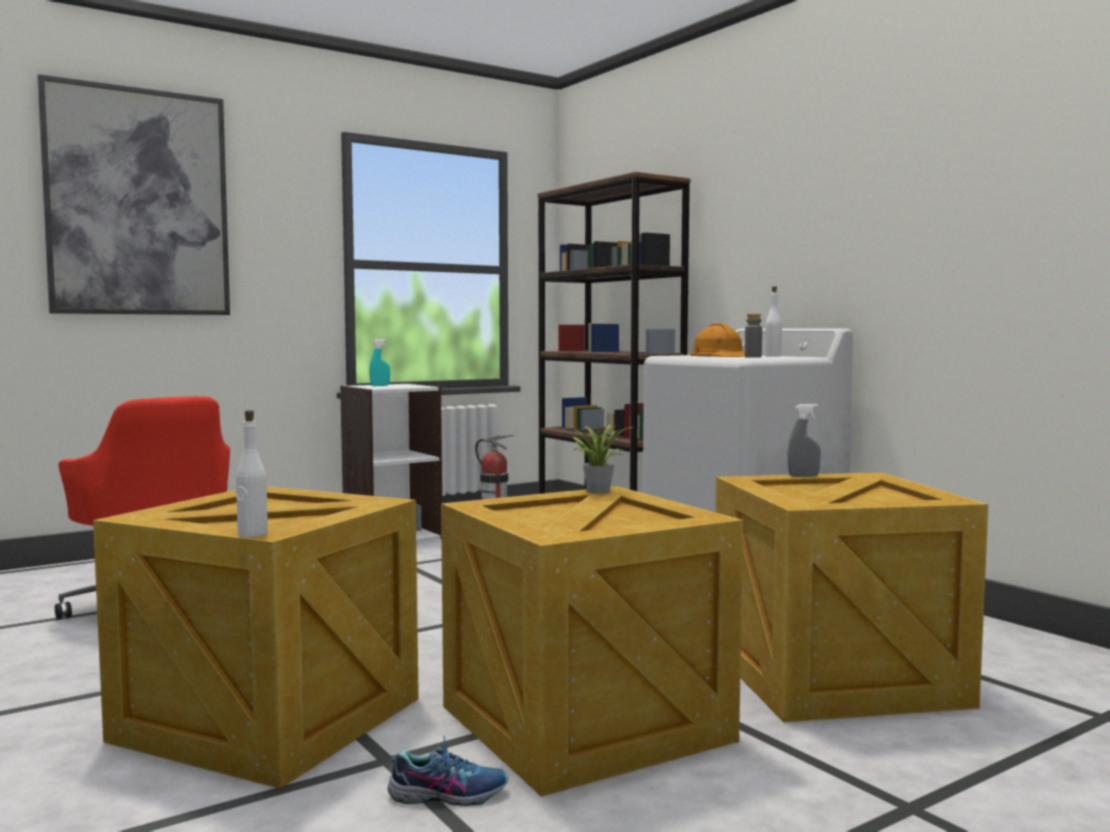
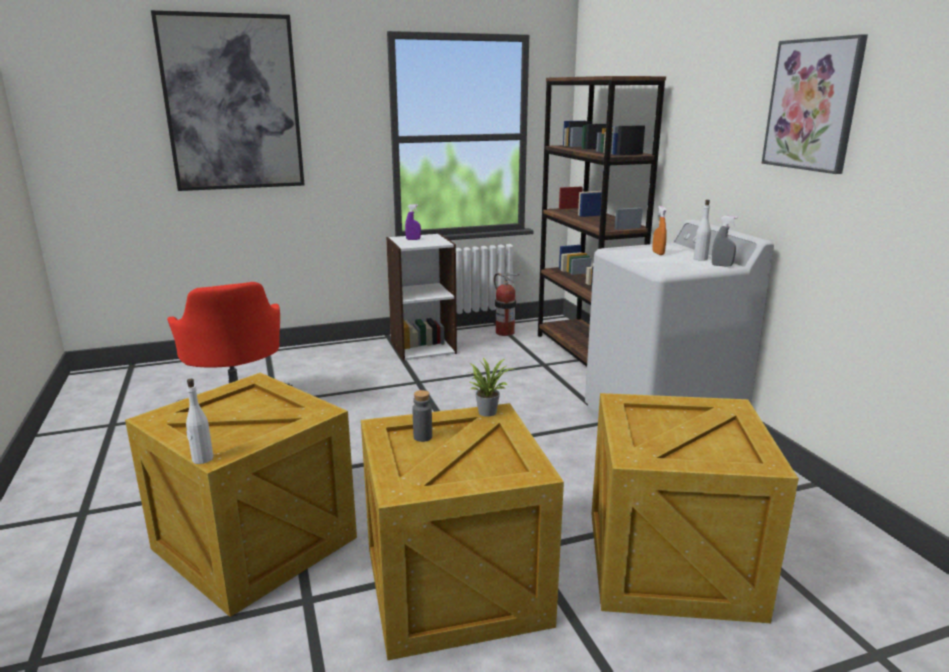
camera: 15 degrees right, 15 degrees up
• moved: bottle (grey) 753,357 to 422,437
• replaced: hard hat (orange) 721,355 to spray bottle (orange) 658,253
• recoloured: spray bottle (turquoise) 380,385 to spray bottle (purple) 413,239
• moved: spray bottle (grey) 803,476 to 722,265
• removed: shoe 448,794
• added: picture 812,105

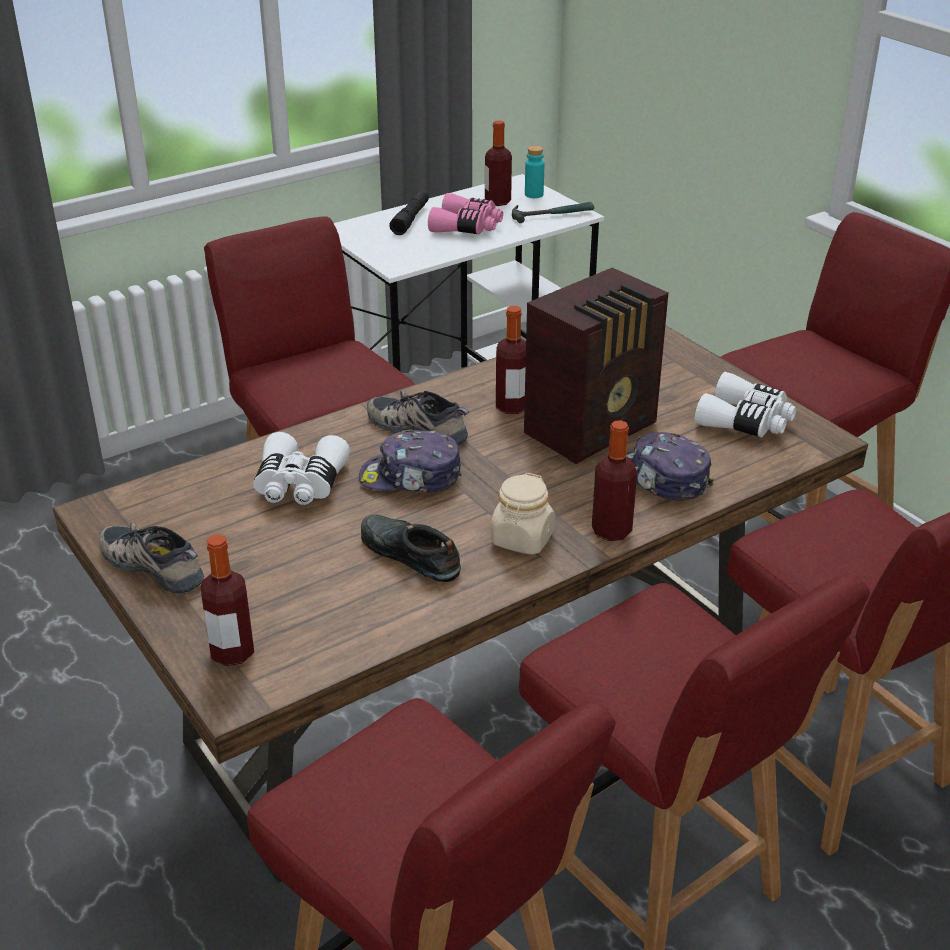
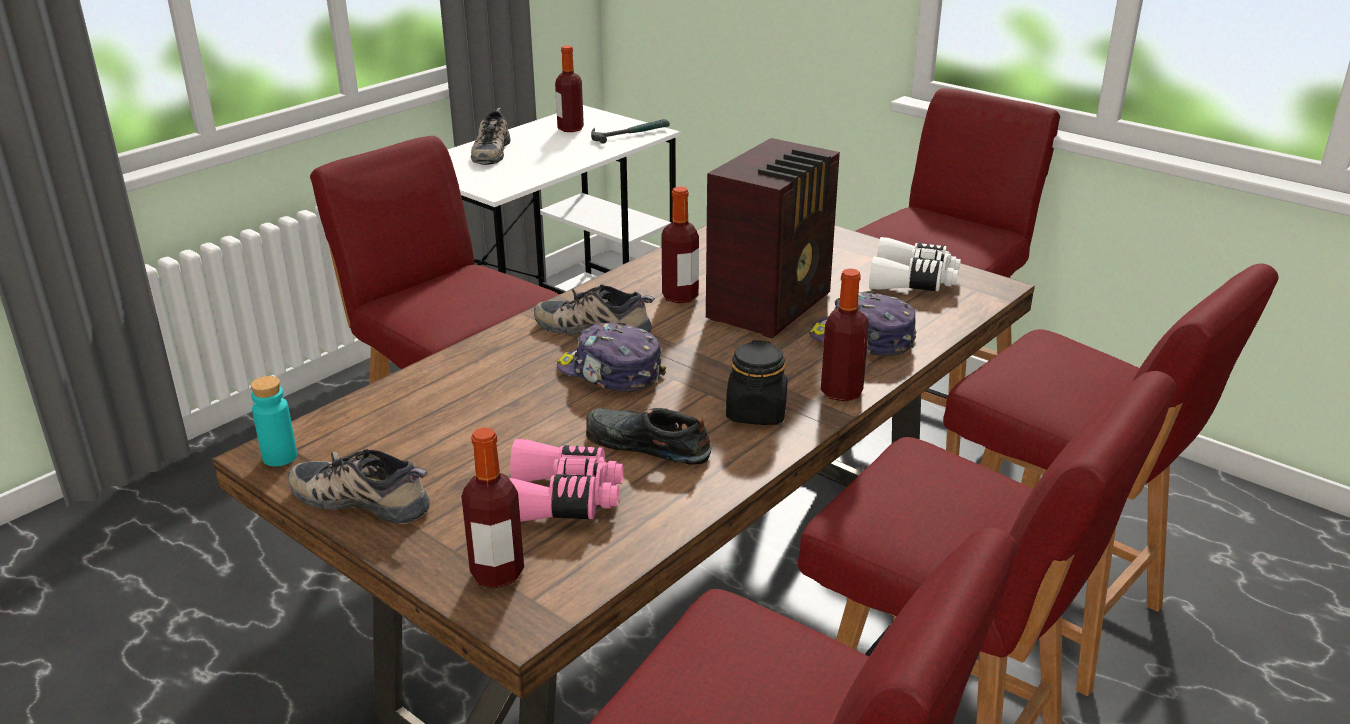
camera: 15 degrees left, 5 degrees down
• moved: bottle (turquoise) 534,195 to 280,457
• replaced: flashlight (black) 410,219 to shoe 490,151
• moved: binoculars (pink) 467,227 to 562,500
• turned: cap 411,477 = 610,373 45 degrees clockwise
• removed: binoculars (white) 299,484
• recoloured: jar (beige) 522,539 to jar (black) 756,412

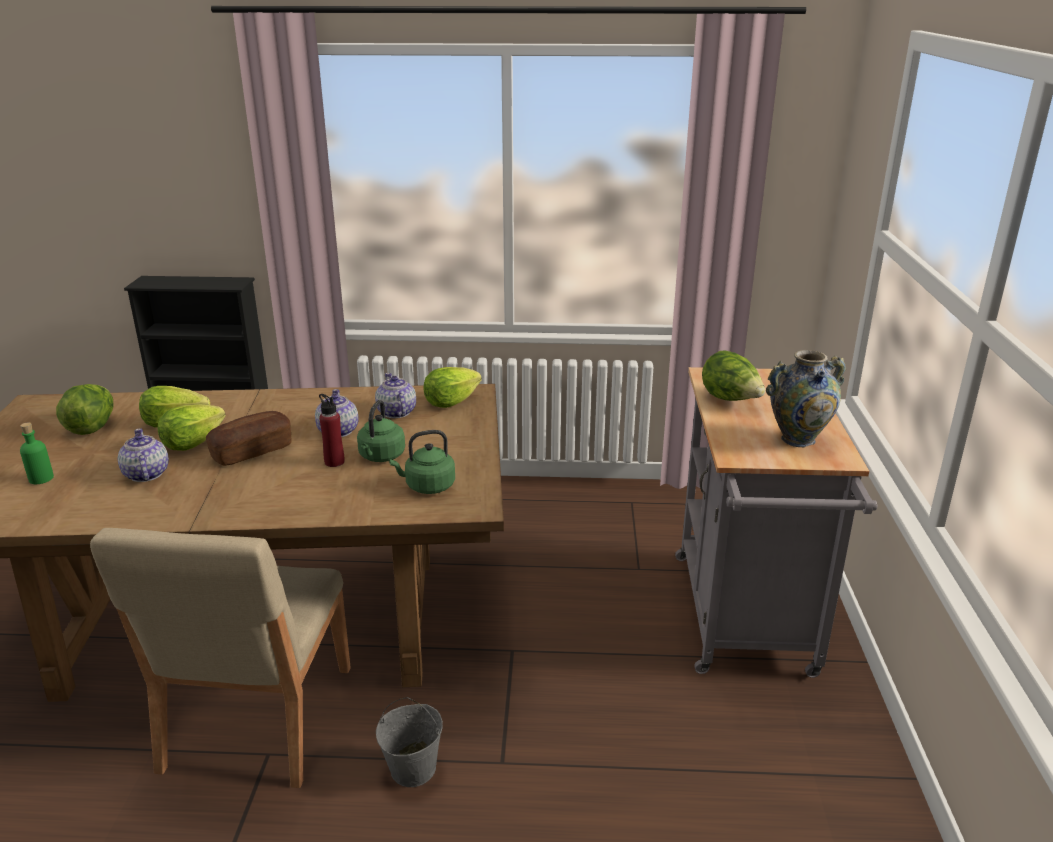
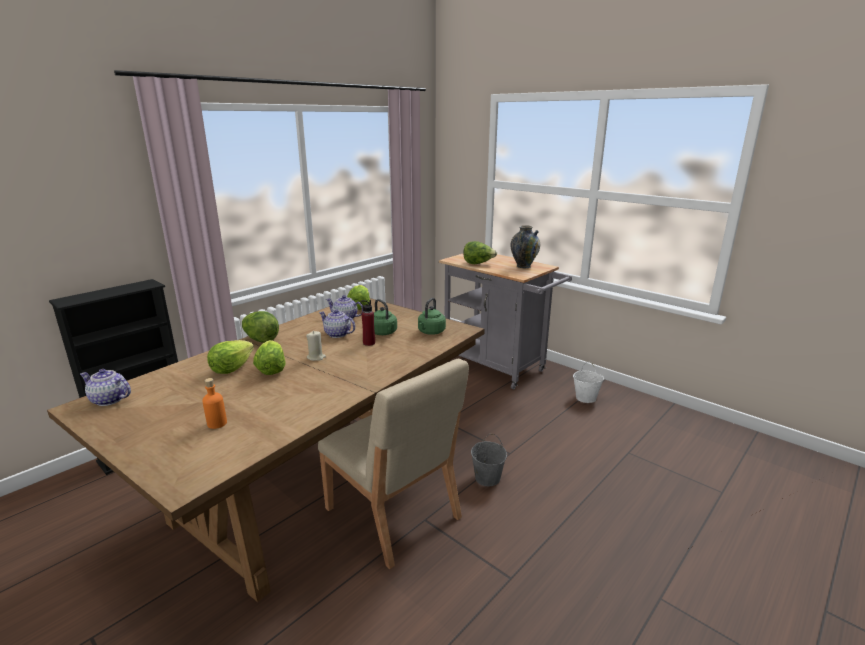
camera: 50 degrees left, 5 degrees down
• moved: lettuce 92,427 to 260,340
• replaced: bread 252,451 to candle (beige) 316,357
• recoloured: bottle (green) 41,478 to bottle (orange) 217,423
• moved: teapot 146,474 to 109,400
• added: bucket (white) 586,398

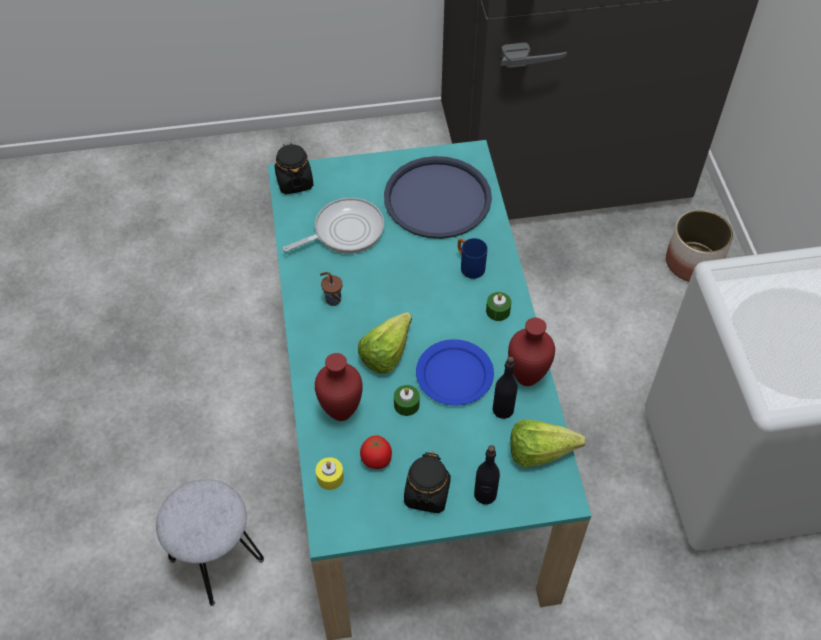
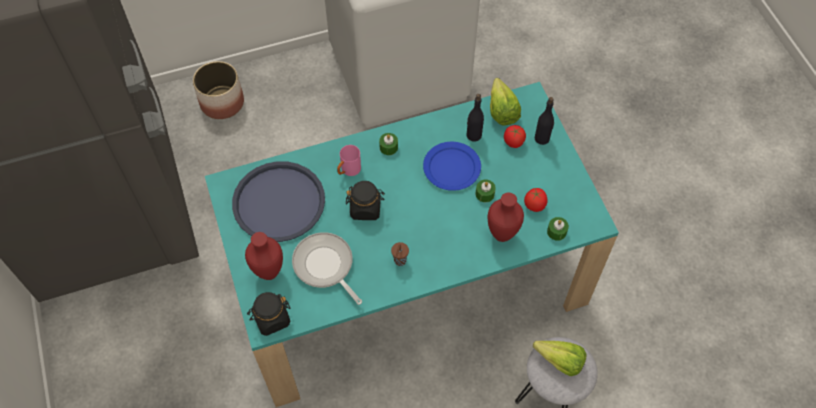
camera: 100 degrees left, 5 degrees up
• recoloured: mug (blue) 469,266 to mug (pink) 348,171
• moved: lettuce 390,350 to 556,359
• moved: vase (red) 526,376 to 268,273
• moved: jar (black) 427,494 to 365,208
• recoloured: candle (yellow) 330,477 to candle (green) 556,231
• added: tomato 513,142

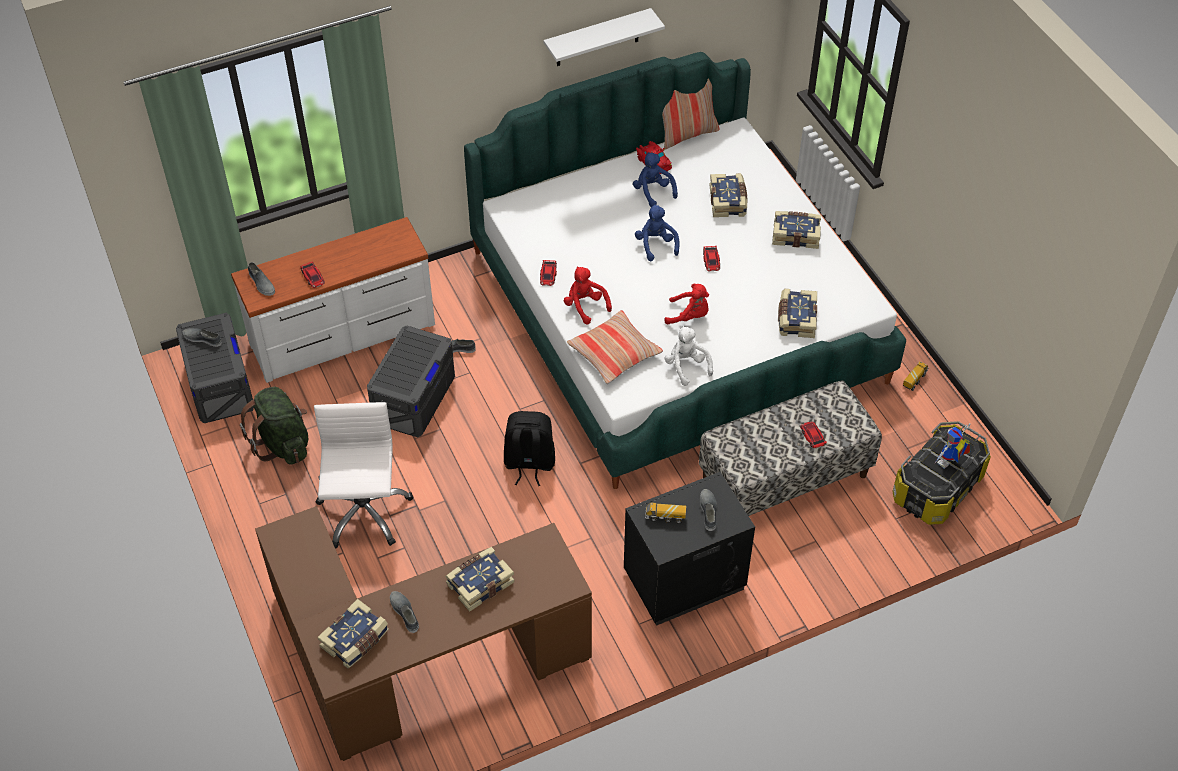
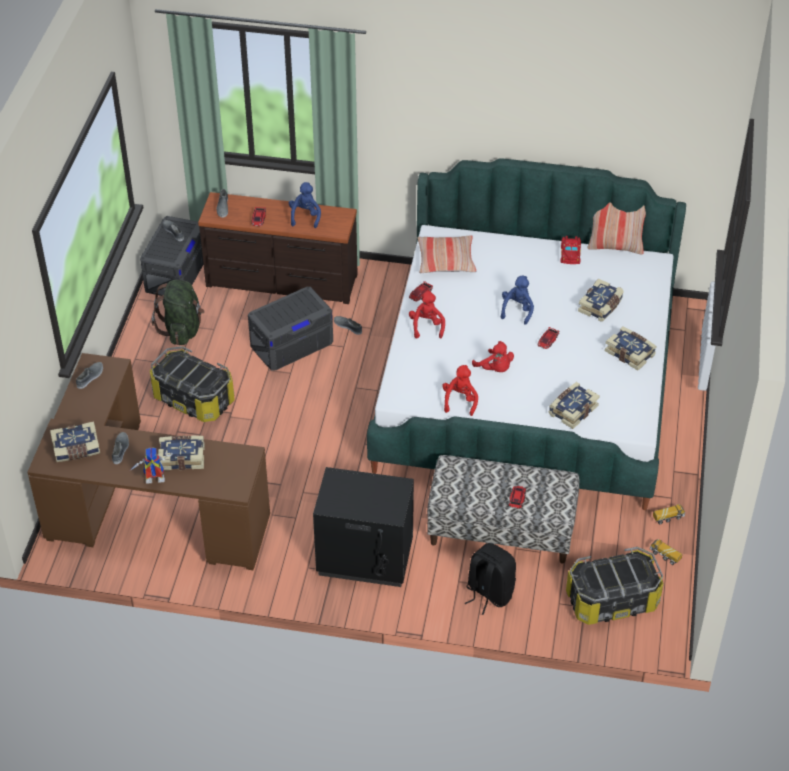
camera: 35 degrees right, 5 degrees down
• removed: shelf (white) 597,38
• moved: plush toy (blue) 653,191 to 305,216
• recoloured: dresser (white) 343,336 to dresser (brown) 281,281
• moved: pillow 614,353 to 446,260
• recoloured: plush toy (white) 686,366 to plush toy (red) 460,401
• replaced: office chair (white) 363,512 to storage box 194,398
• moved: backpack (black) 529,463 to 488,593
• moved: toy robot 948,464 to 153,482
• moved: shoe (grey) 708,511 to 90,377
• moved: toy truck 665,517 to 664,555

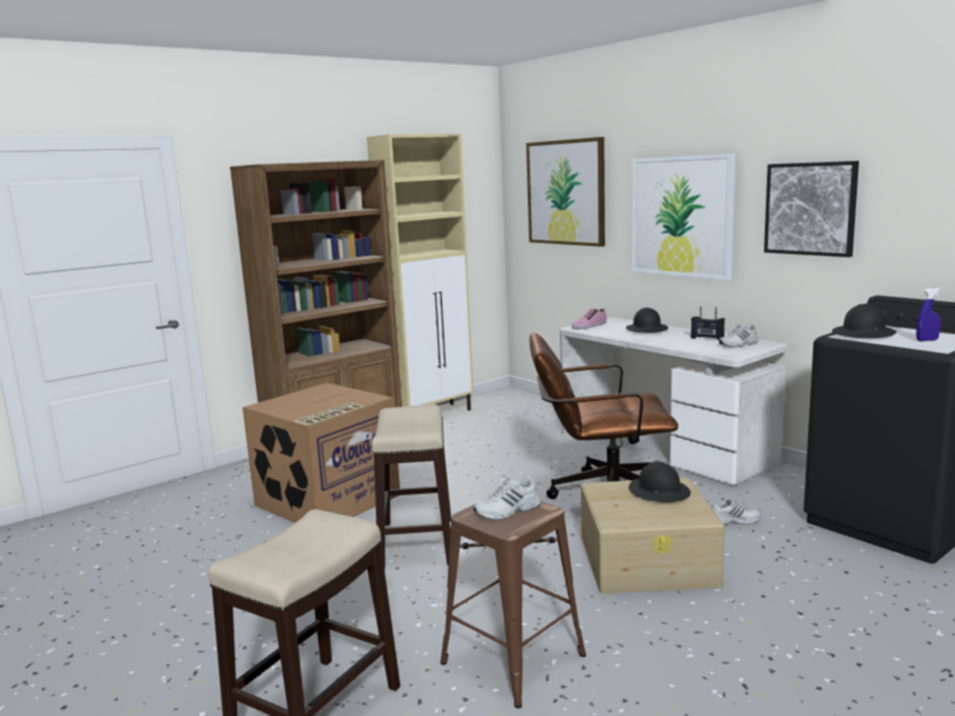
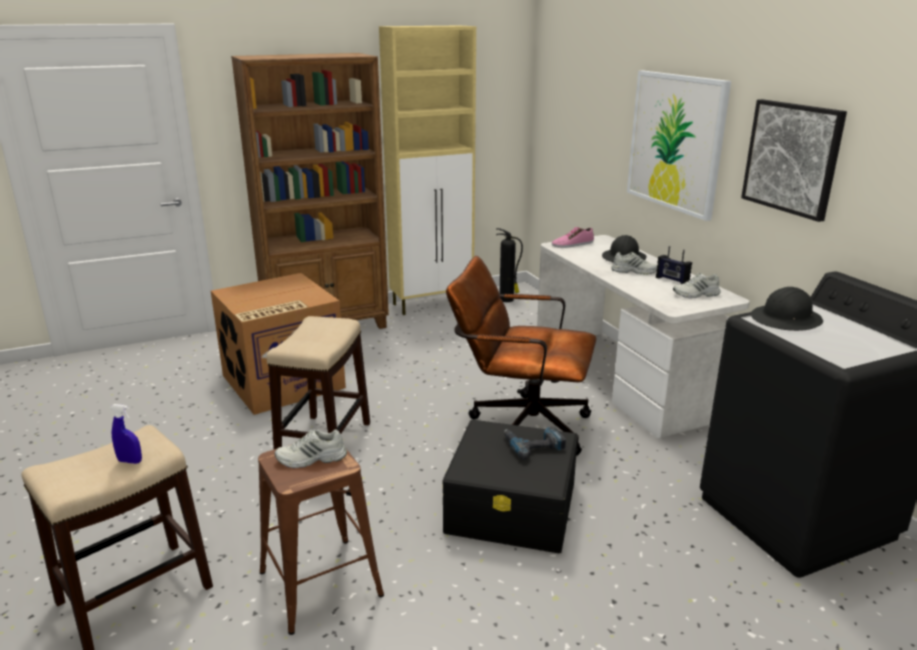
camera: 15 degrees right, 10 degrees up
• removed: picture 566,192
• moved: spray bottle (blue) 927,340 to 130,461
• replaced: hard hat (black) 659,491 to power drill 533,445
• recoloured: storage box (beige) 648,560 to storage box (black) 512,507
• moved: shoe (white) 733,521 to 634,271
• added: fire extinguisher 507,299

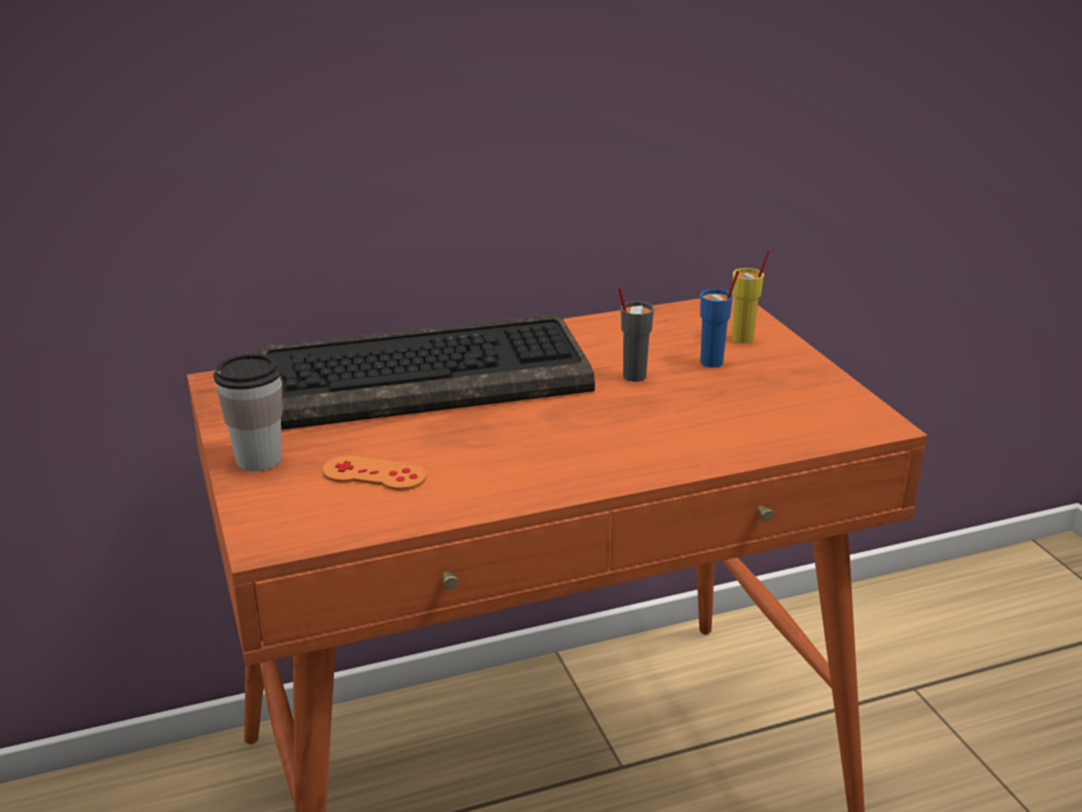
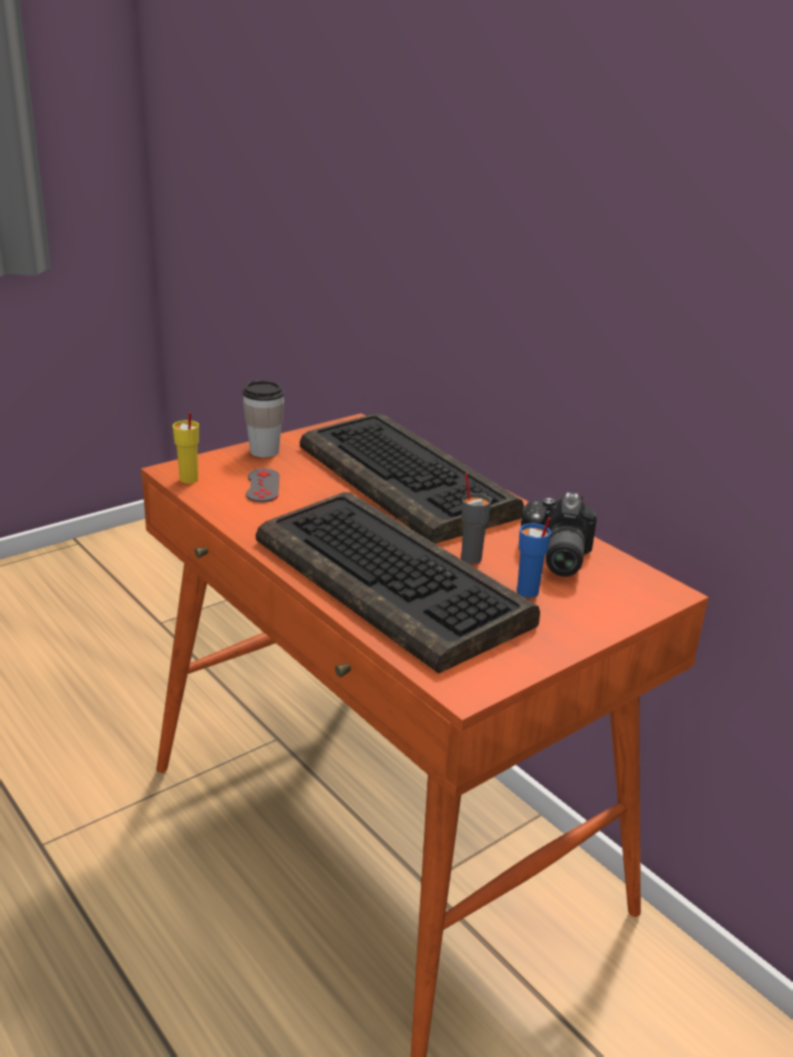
camera: 70 degrees right, 0 degrees up
• moved: cup (yellow) 743,339 to 188,479
• recoloured: game controller (orange) 374,474 to game controller (grey) 262,486
• added: keyboard 393,582
• added: photo camera 553,558

